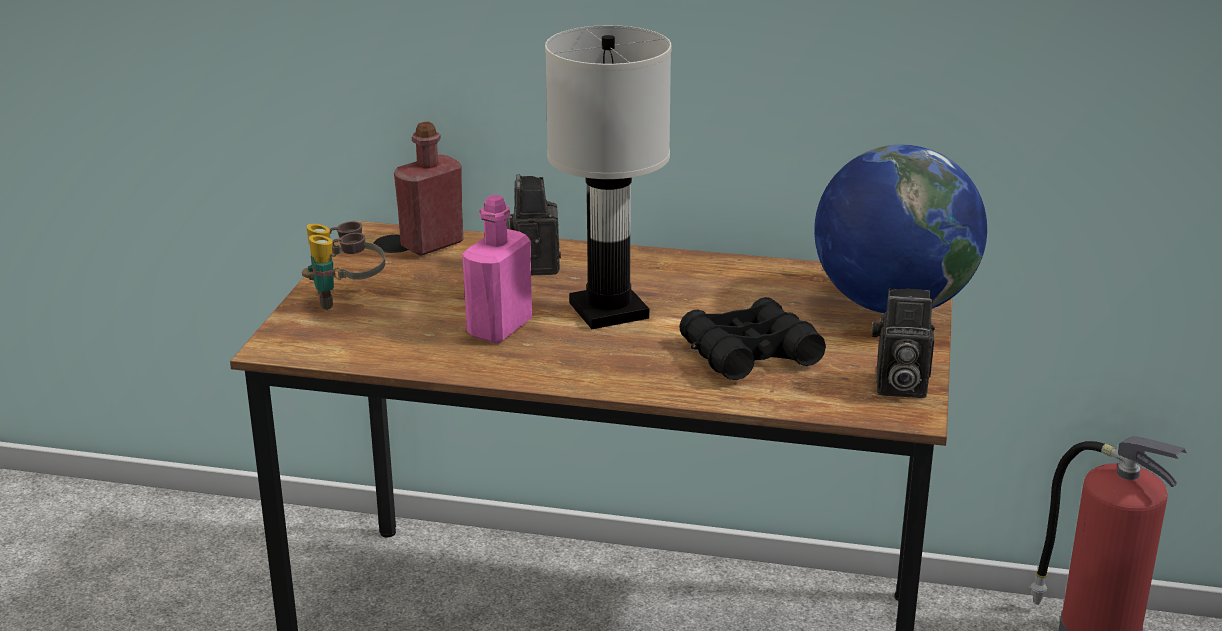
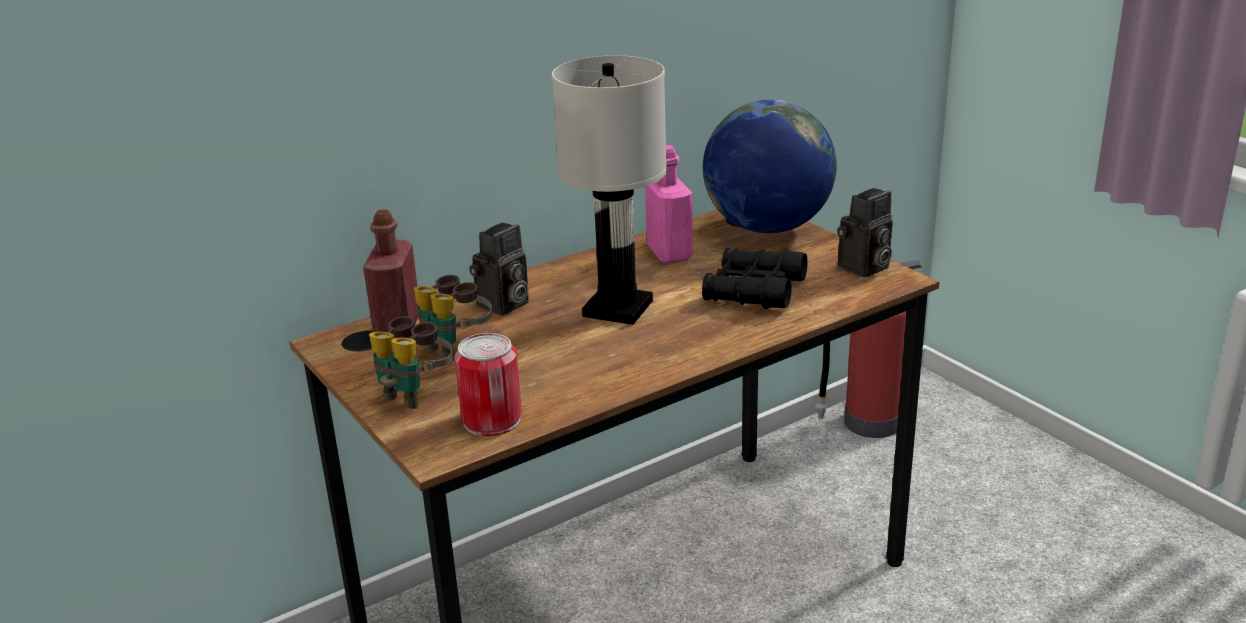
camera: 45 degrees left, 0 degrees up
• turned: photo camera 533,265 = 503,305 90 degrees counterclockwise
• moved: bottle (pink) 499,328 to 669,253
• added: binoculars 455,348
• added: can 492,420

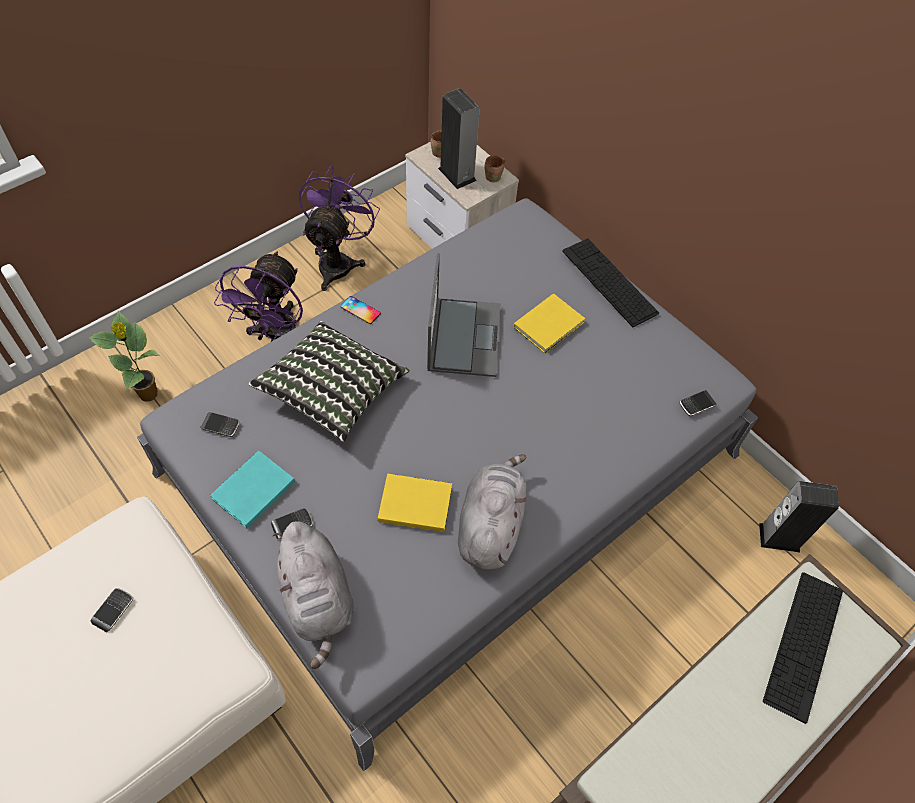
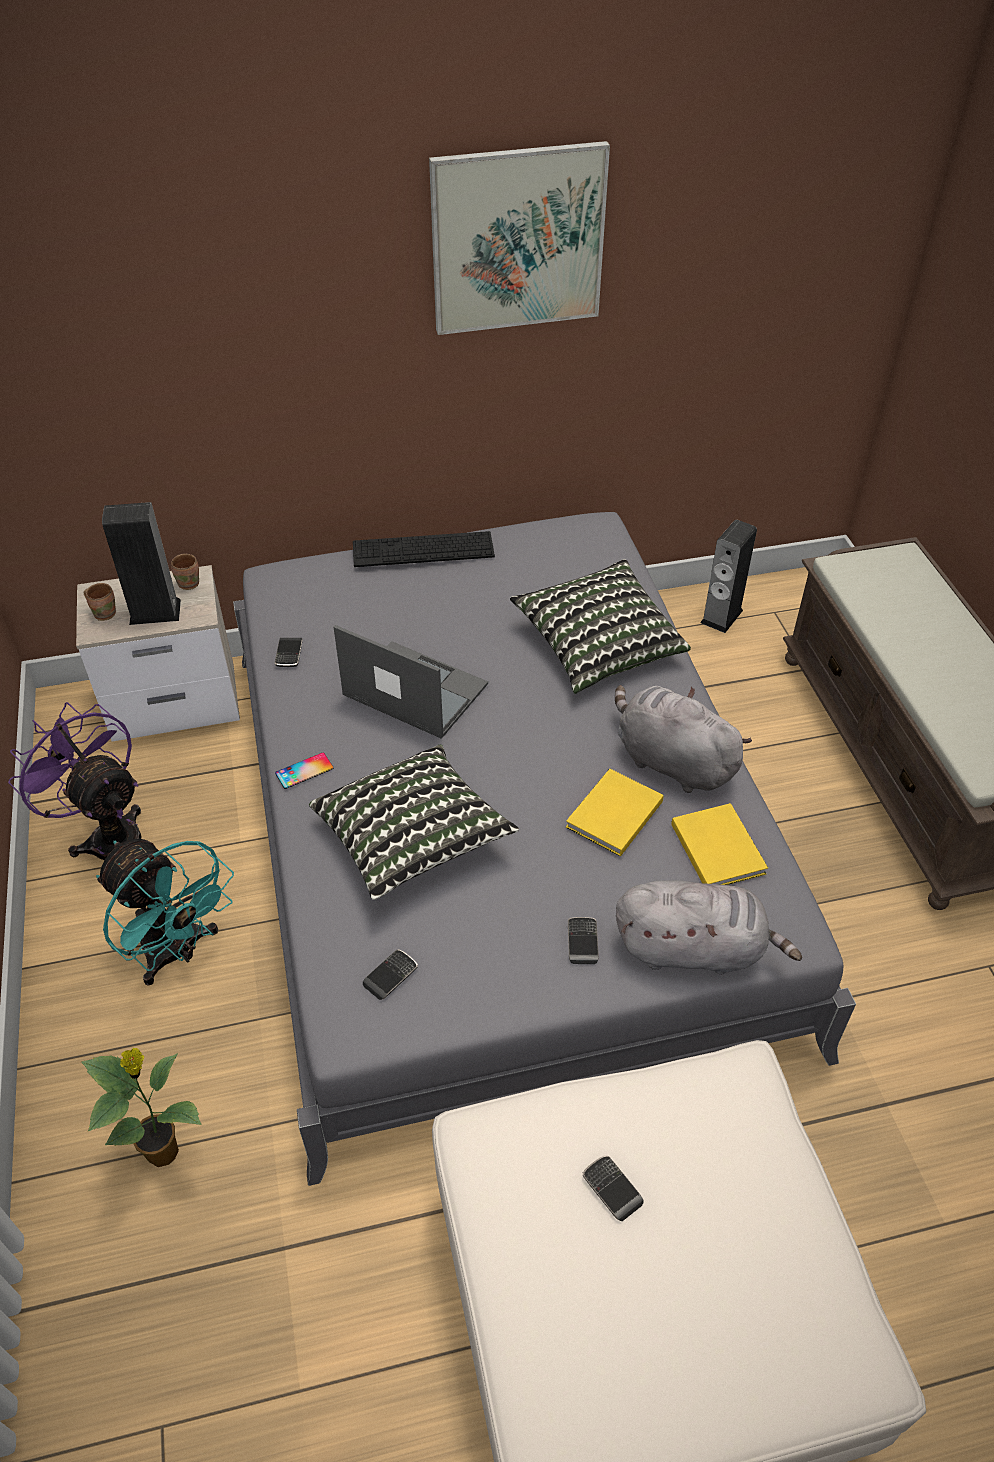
camera: 60 degrees left, 10 degrees down
• recoloured: fan (purple) 275,336 to fan (turquoise) 178,952
• moved: book (yellow) 550,325 to 718,846
• moved: phone 697,404 to 289,654
• removed: book (turquoise) 251,491
• removed: keyboard 803,644
• added: picture 517,239
• added: pillow 598,645

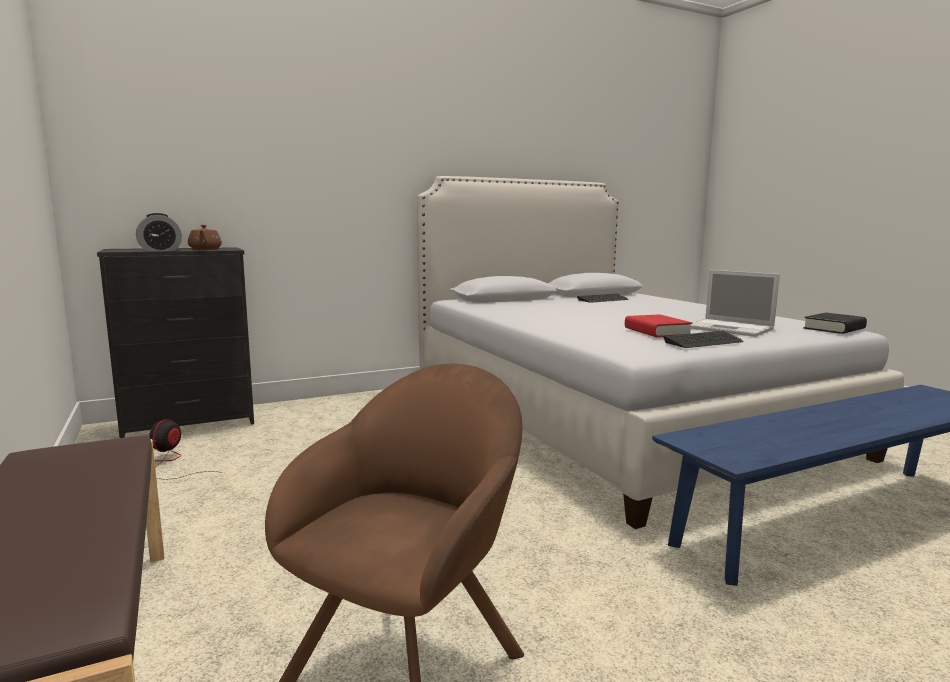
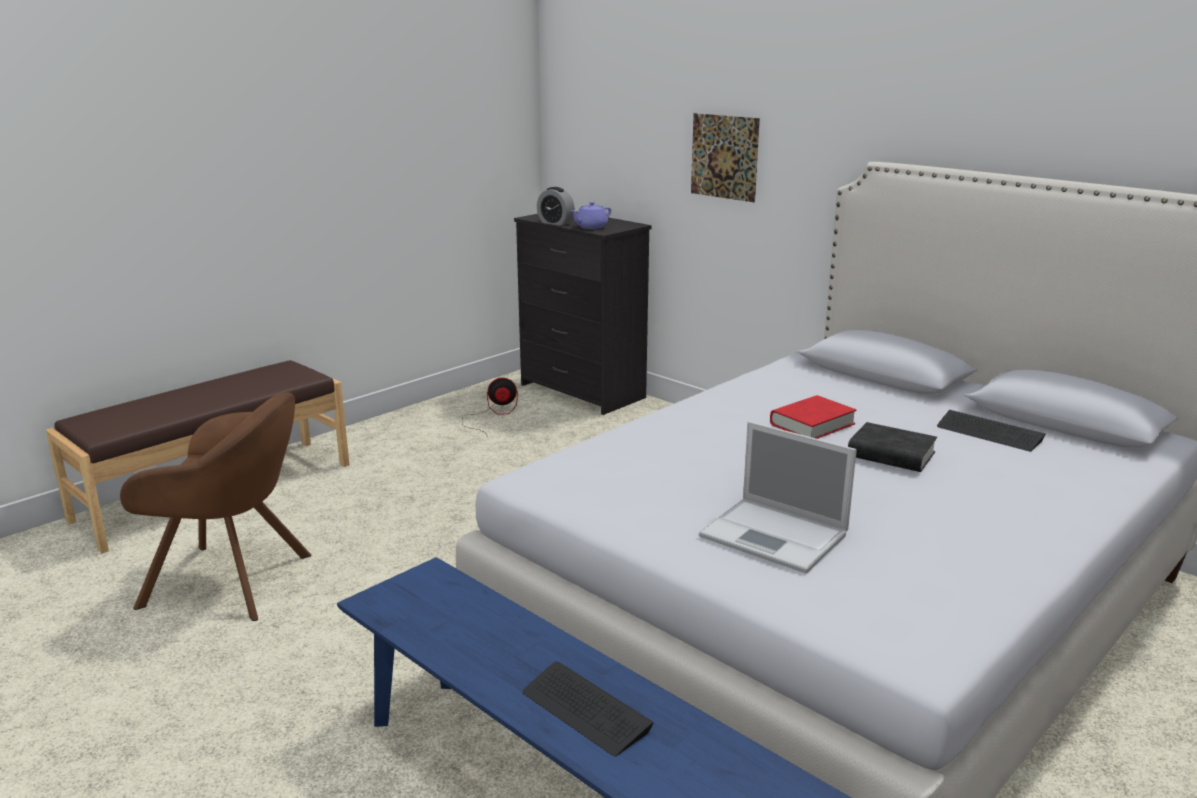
camera: 70 degrees right, 10 degrees up
• recoloured: teapot (brown) 205,249 to teapot (purple) 591,227
• turned: laptop 731,328 = 776,536 75 degrees counterclockwise
• moved: book (black) 834,328 to 891,454
• moved: book (red) 656,331 to 812,424
• moved: keyboard 703,342 to 585,710
• added: picture 724,157

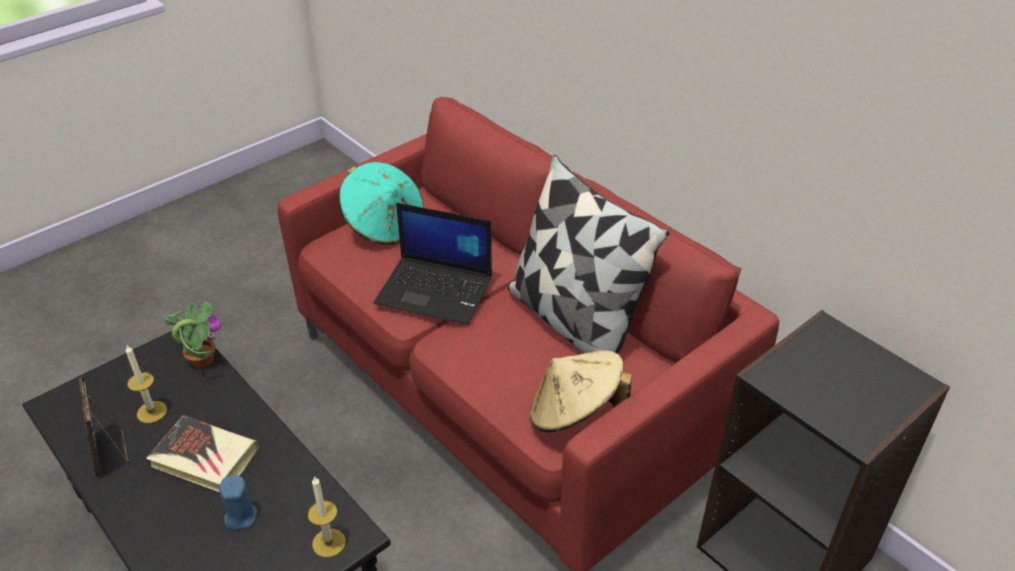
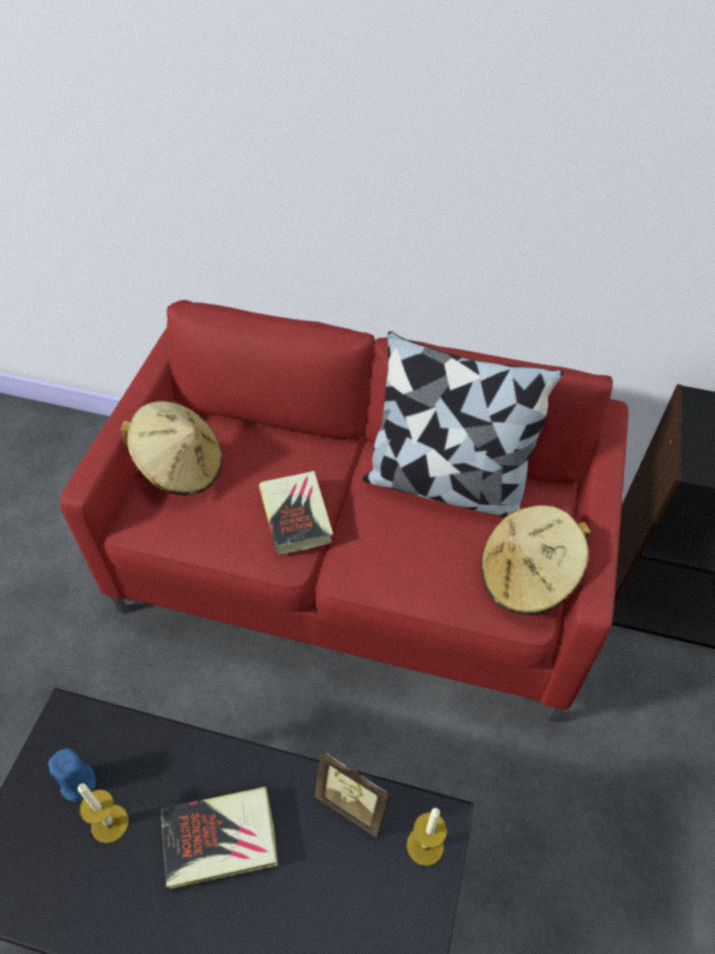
camera: 35 degrees left, 10 degrees up
• recoloured: hat (turquoise) 384,225 to hat (beige) 180,468
• replaced: laptop 436,290 to book 296,516
• removed: potted plant 201,359
• moved: picture frame 109,451 to 355,802
• moved: candle (blue) 240,516 to 77,782

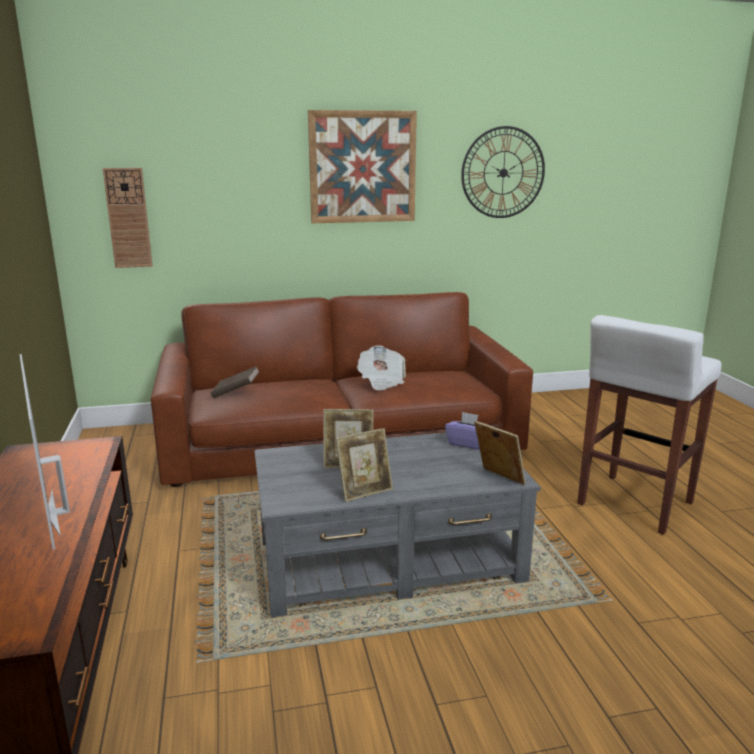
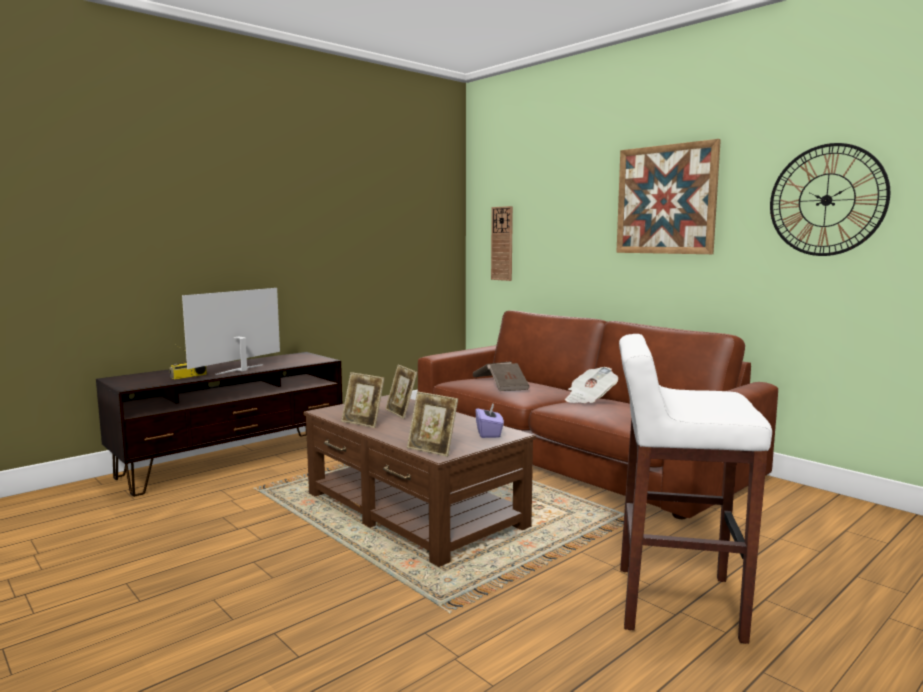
camera: 60 degrees right, 10 degrees down
• turned: picture frame 498,479 = 432,450 105 degrees clockwise
• recoloured: coffee table (grey) 390,560 to coffee table (brown) 413,510
• added: radio 188,376
• added: book (brown) 509,387

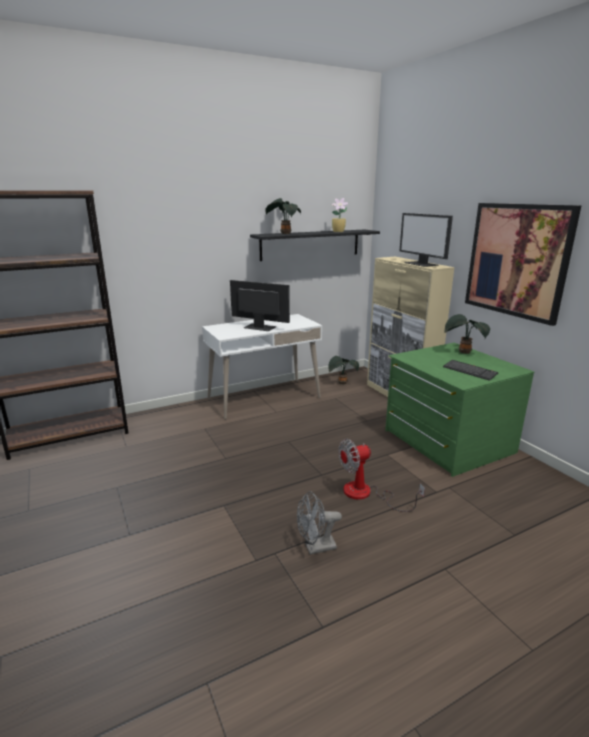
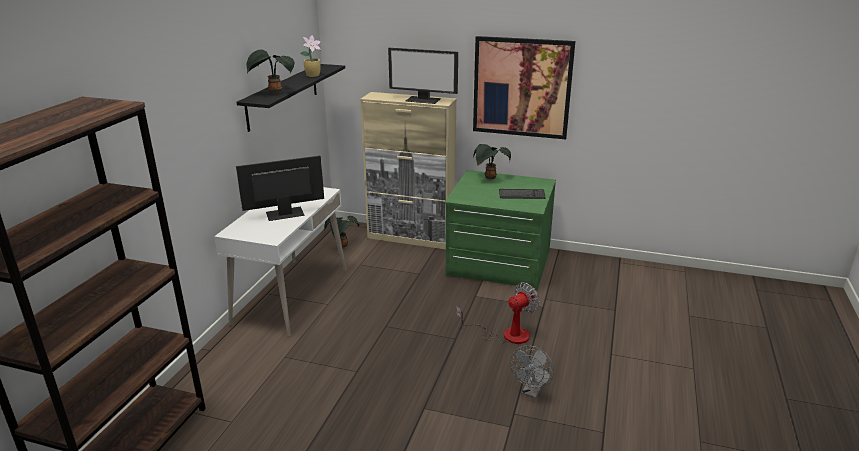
camera: 45 degrees left, 5 degrees up
• turned: fan 366,494 = 506,334 150 degrees counterclockwise

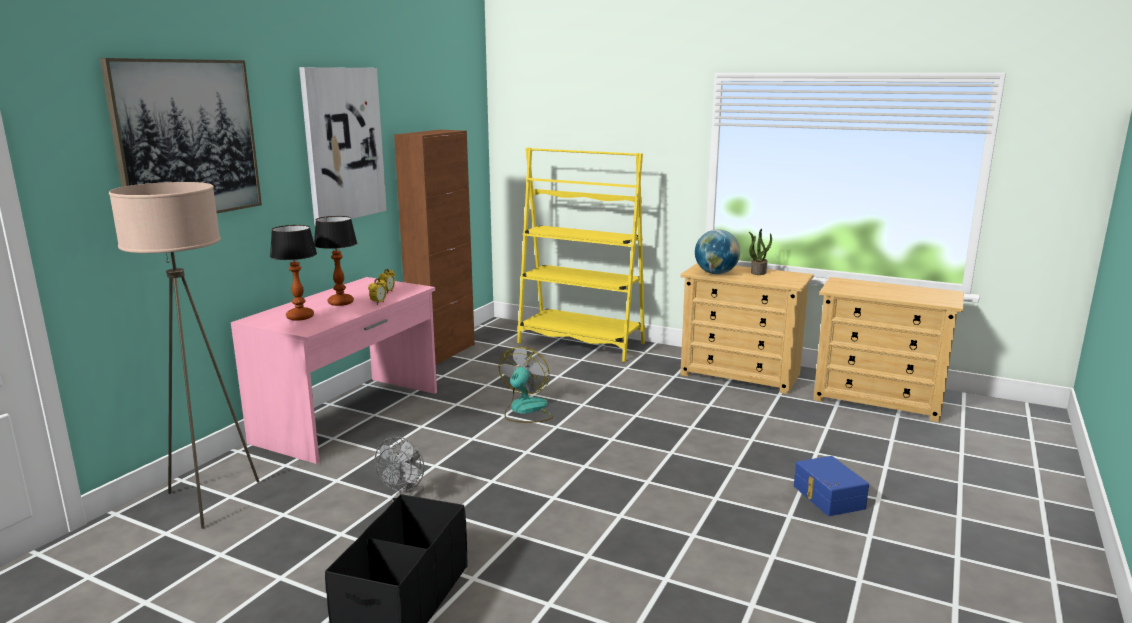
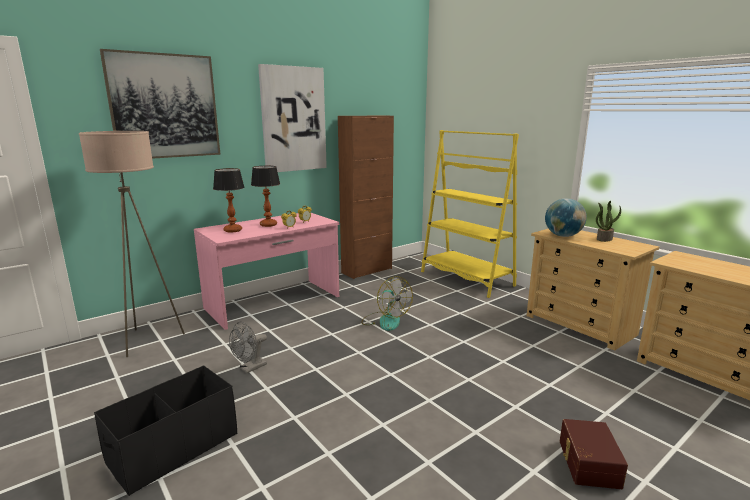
camera: 25 degrees right, 0 degrees up
• turned: fan 525,410 = 385,320 105 degrees clockwise
• recoloured: storage box (blue) 827,497 to storage box (brown) 587,463

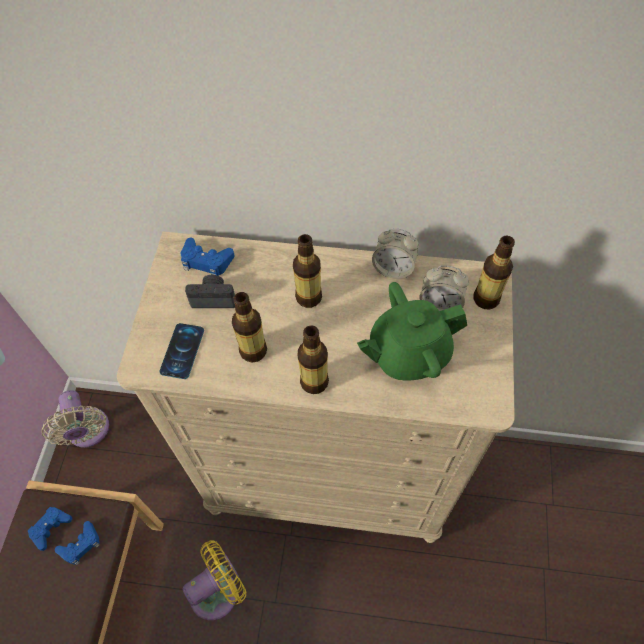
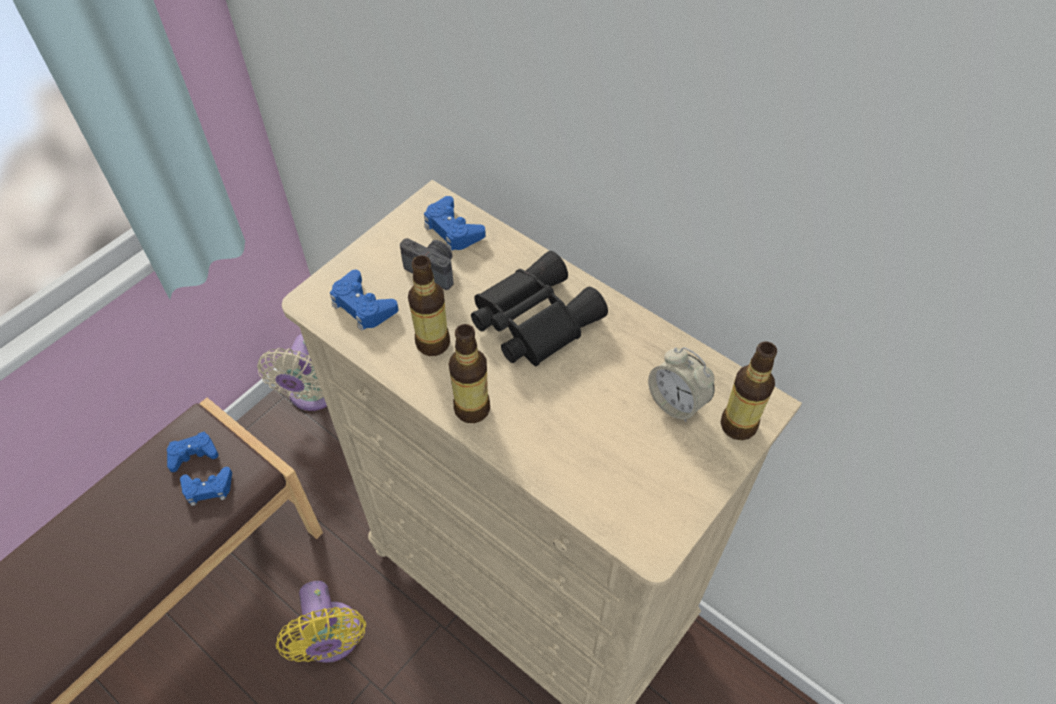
camera: 30 degrees right, 5 degrees down
• removed: alarm clock 393,268
• replaced: bottle 308,297 to binoculars (black) 532,319
• removed: teapot (green) 408,353
• replaced: phone 182,351 to game controller (blue) 363,306
• turned: fan (yellow) 218,591 = 331,639 75 degrees clockwise

